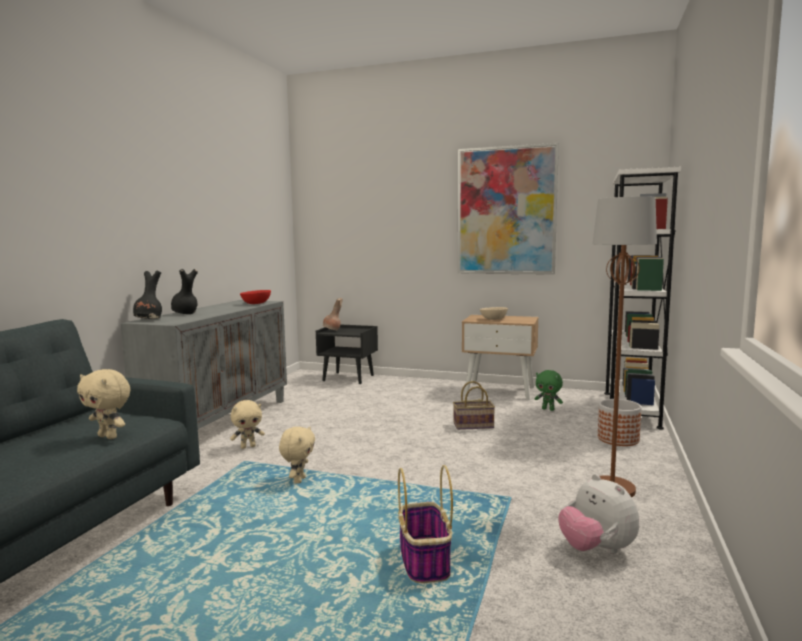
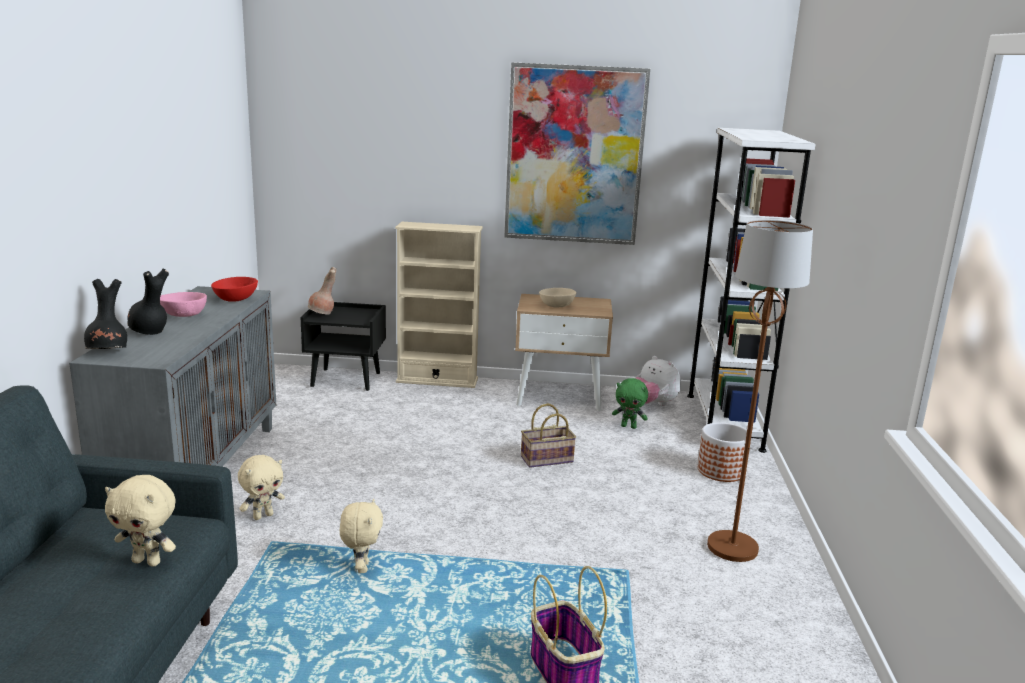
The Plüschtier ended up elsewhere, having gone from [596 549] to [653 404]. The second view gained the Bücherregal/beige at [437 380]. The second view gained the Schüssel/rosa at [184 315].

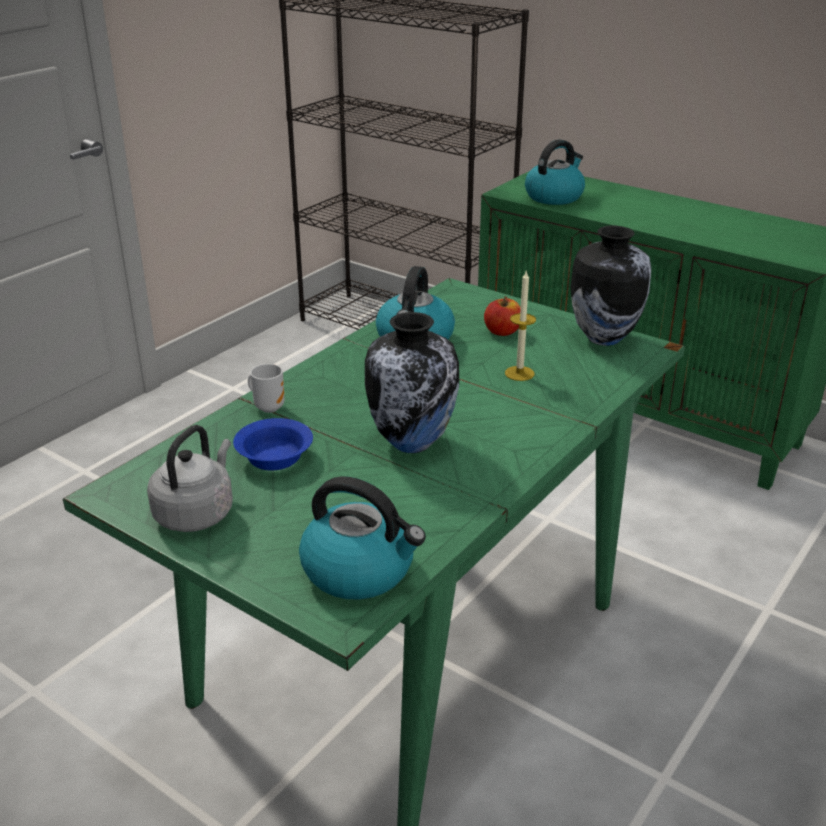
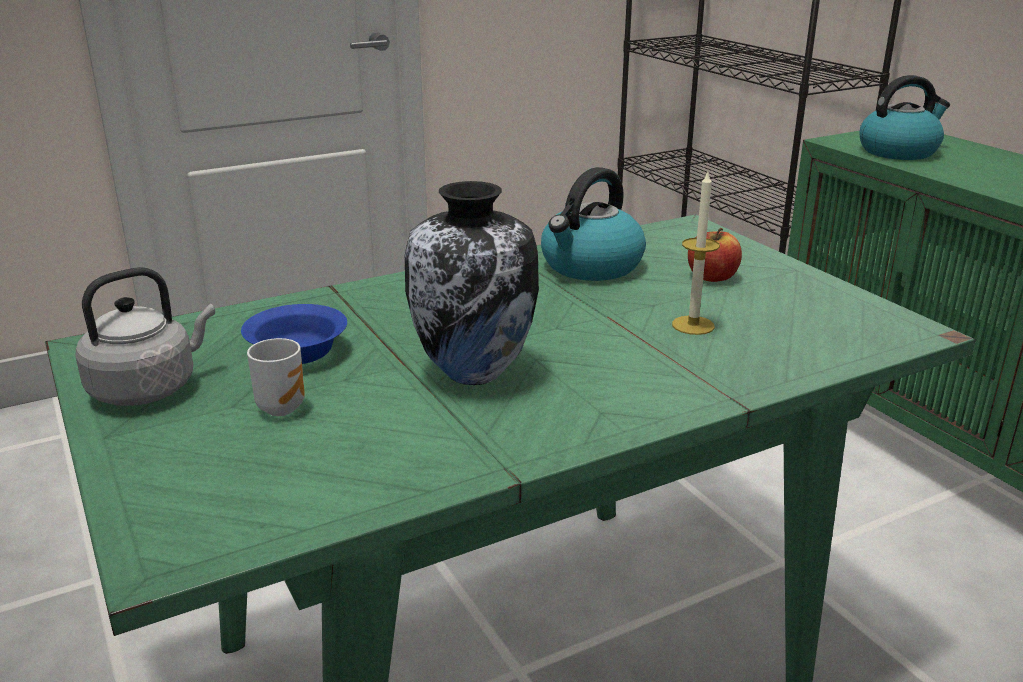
The second view lost the Vase at [603 338]. The Henkelbecher ended up elsewhere, having gone from [268 407] to [282 407]. The second view lost the Wasserkessel at [360 570].

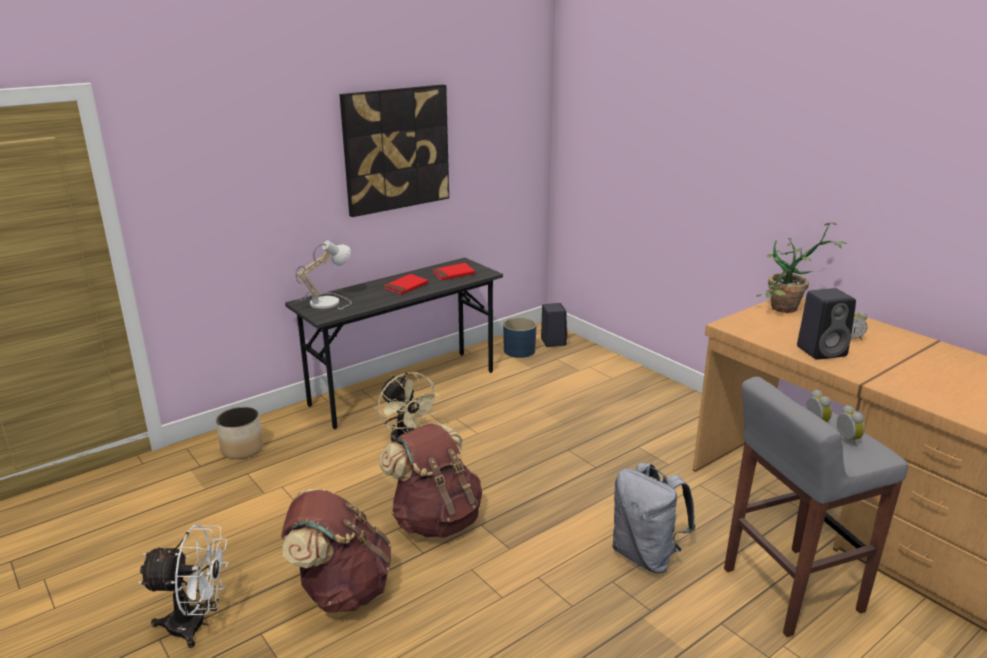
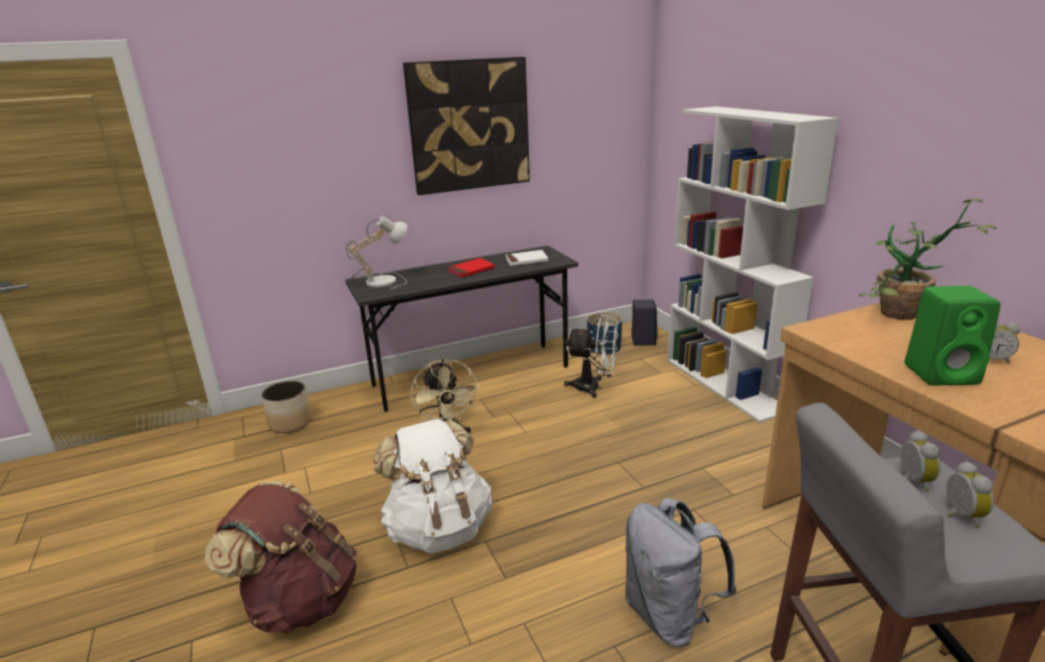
What was the Buch/rot at [453 274] turned into the Buch/weiß at [526 260]. What was the Lautsprecher/schwarz at [822 351] turned into the Lautsprecher/grün at [943 374]. What was the Rucksack/braun at [436 520] turned into the Rucksack/weiß at [438 528]. The Ventilator/weiß ended up elsewhere, having gone from [196 625] to [594 387]. The second view gained the Bücherregal/weiß at [725 384].

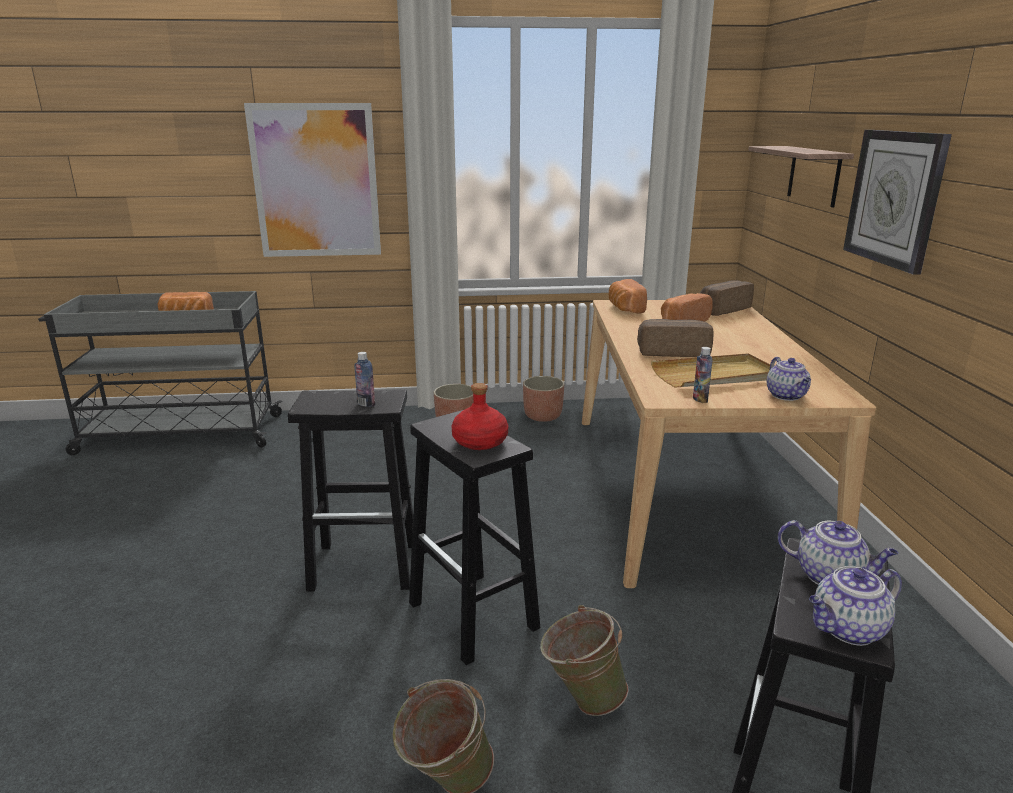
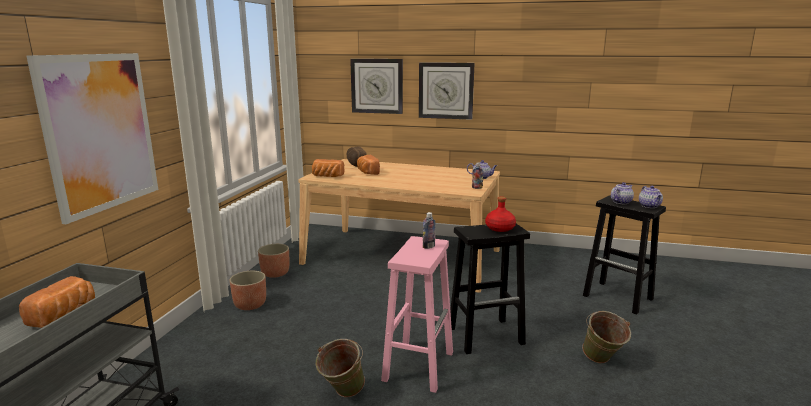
Where the Wandregal hung at [814 175], the Wanduhr came to hang at [377 86]. The second view lost the Brot at [673 352]. The second view lost the Tablett/beige at [715 376]. What was the Hocker/schwarz at [366 566] turned into the Hocker/rosa at [419 365]. The Eimer/grün ended up elsewhere, having gone from [581 698] to [342 395].

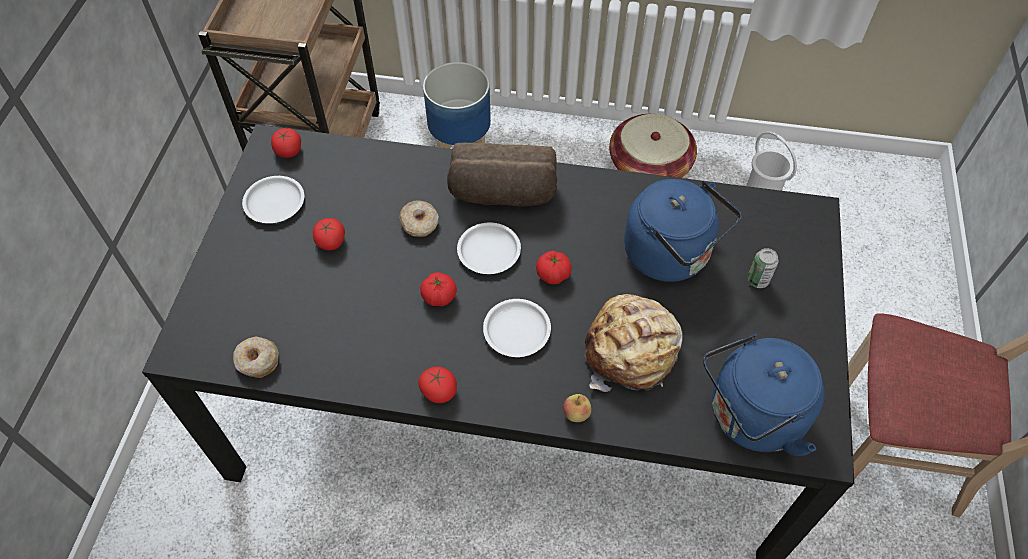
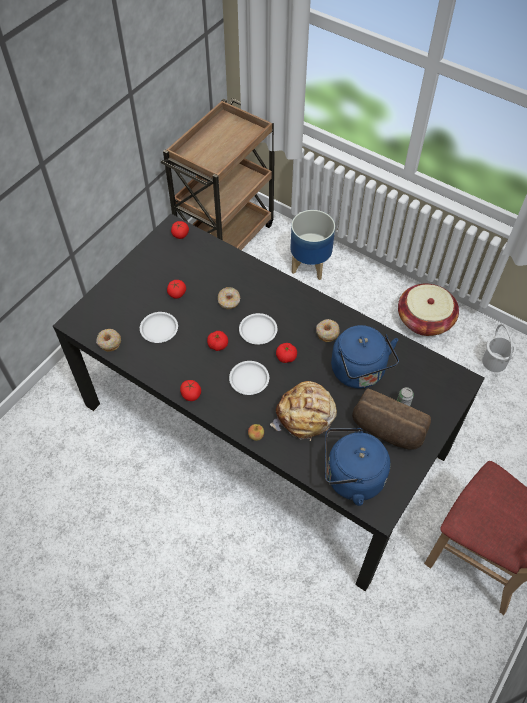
The Brot ended up elsewhere, having gone from [502 195] to [387 431]. The Teller/weiß ended up elsewhere, having gone from [275 203] to [159 329]. The second view gained the Donut at [327 333].

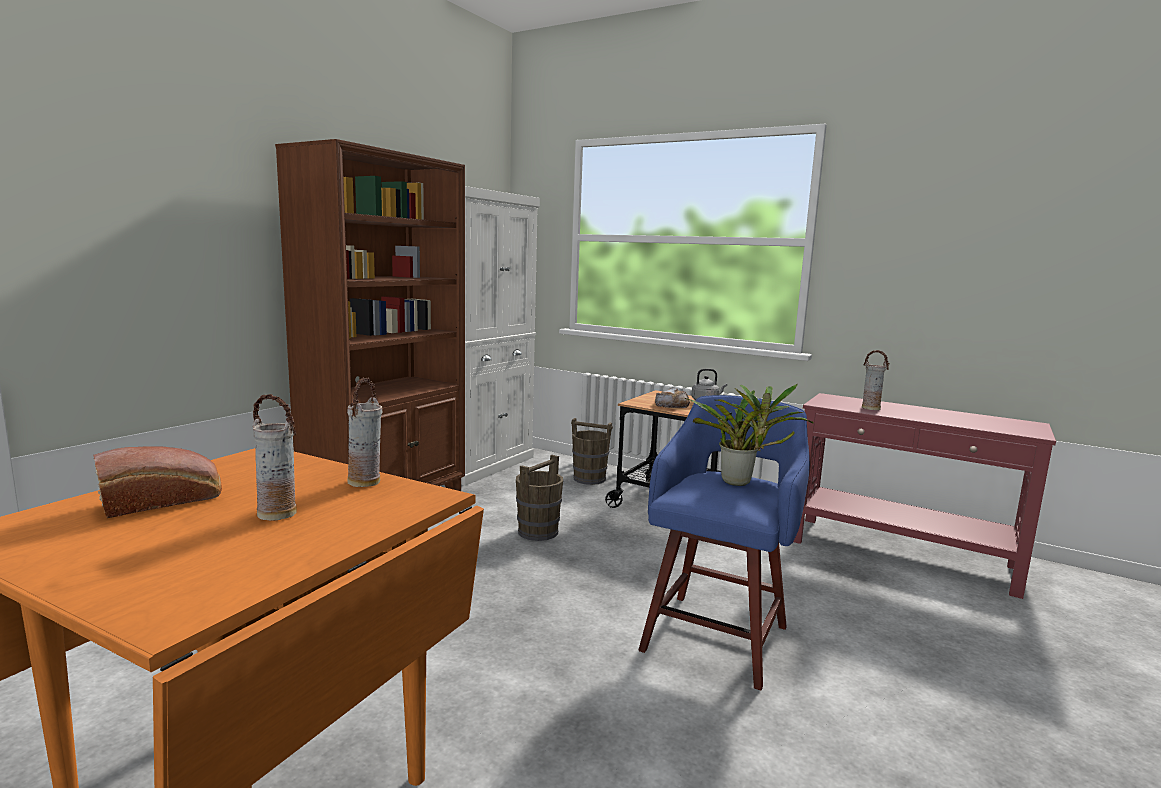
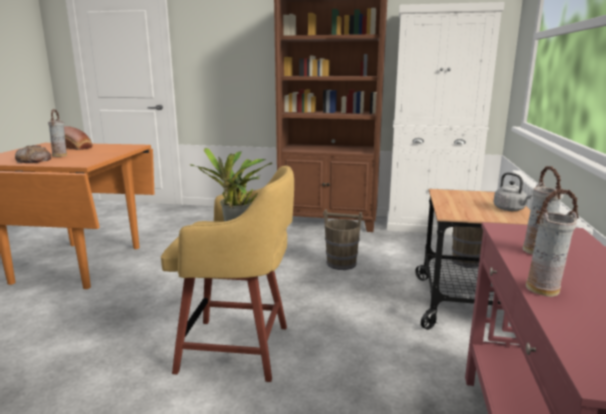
The Vase ended up elsewhere, having gone from [365 482] to [543 290]. The Brot ended up elsewhere, having gone from [672 405] to [34 160]. What was the Hocker/blau at [717 635] turned into the Hocker/gelb at [238 349].

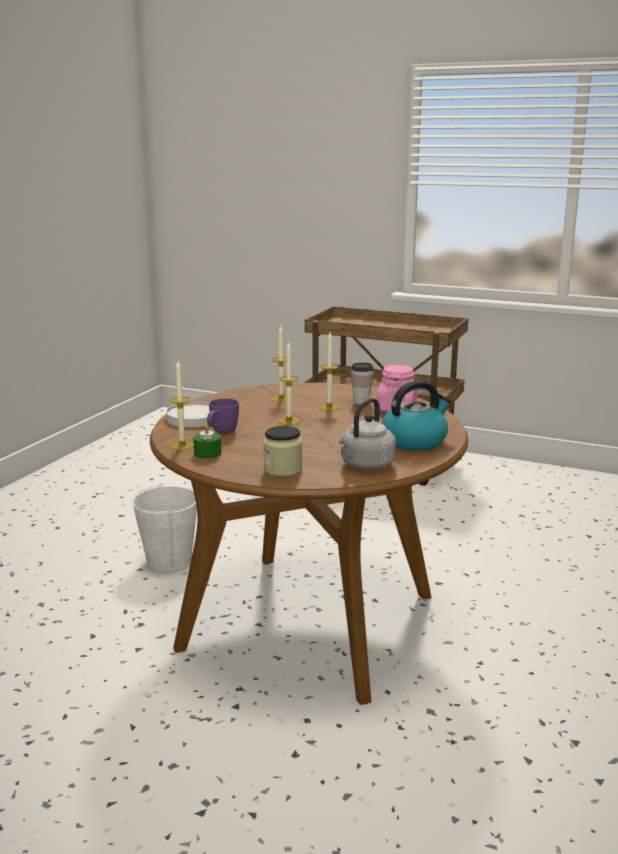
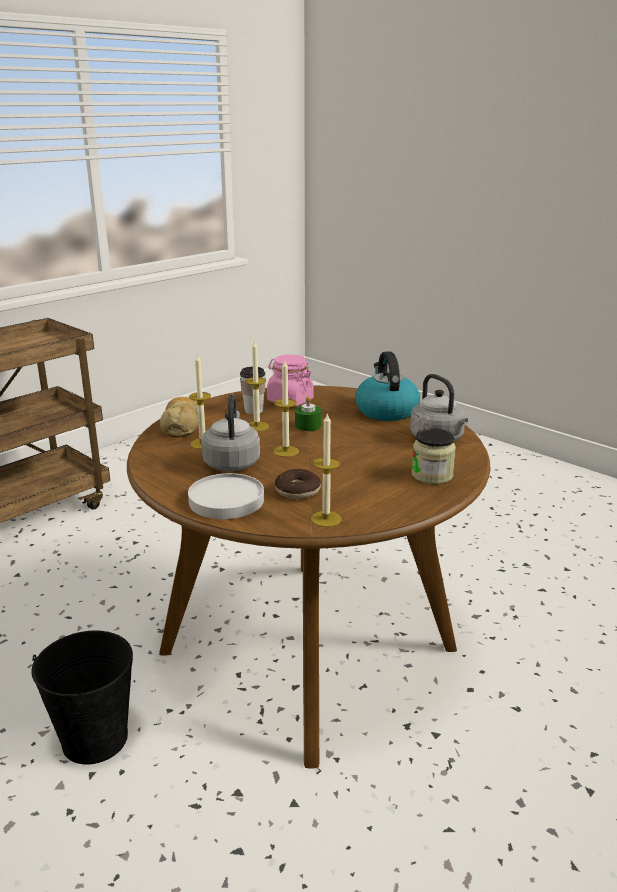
Where the Henkelbecher/lila stood at [221 433], the Donut came to stand at [297 491]. The Kerze/grün ended up elsewhere, having gone from [207 453] to [308 426]. What was the Eimer/weiß at [169 561] turned into the Eimer/schwarz at [95 738]. The second view gained the Wasserkessel/grau at [232 462]. The second view gained the Brot at [182 425].

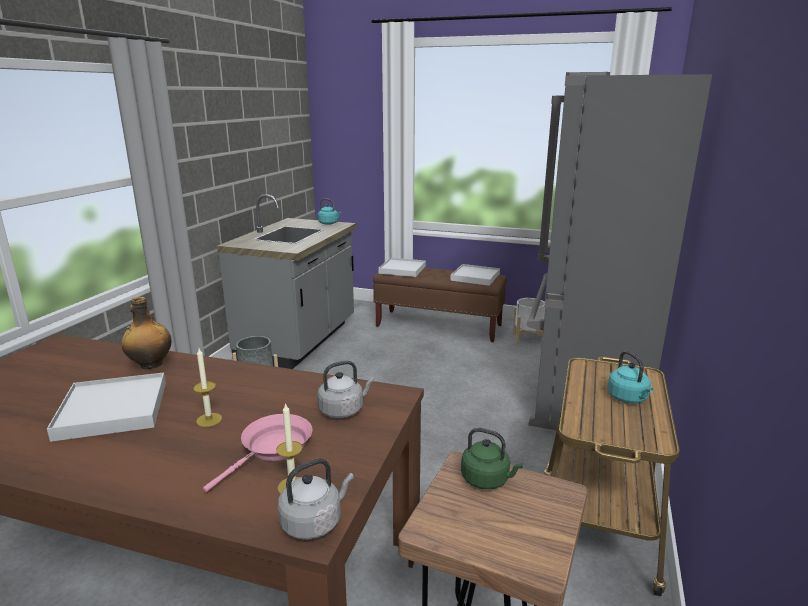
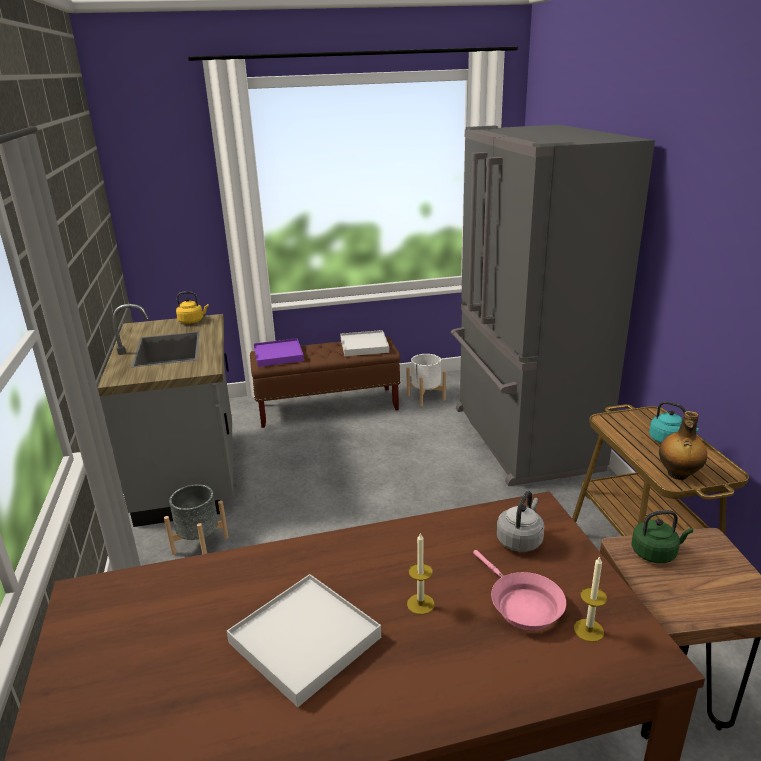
What was the Wasserkessel/türkis at [329 223] turned into the Wasserkessel/gelb at [192 321]. What was the Tablett/weiß at [402 269] turned into the Tablett/lila at [278 355]. The Flasche ended up elsewhere, having gone from [150 365] to [678 474]. The Pfanne/rosa at [273 449] ended up facing another way, 150 degrees clockwise from before. The second view lost the Wasserkessel/grau at [314 522].

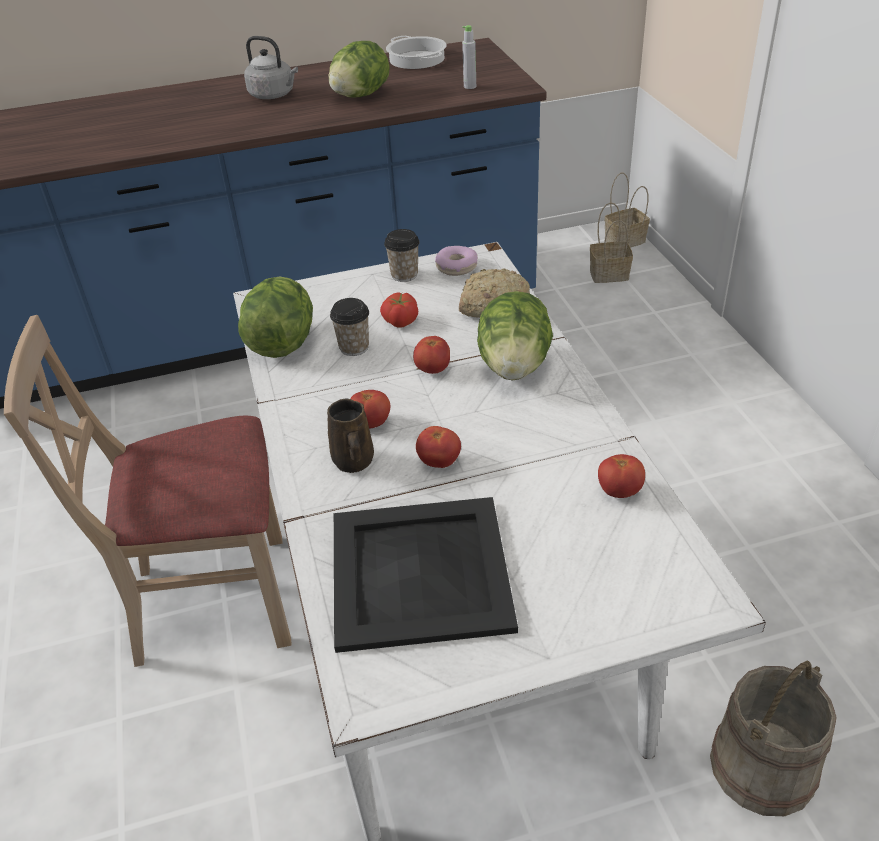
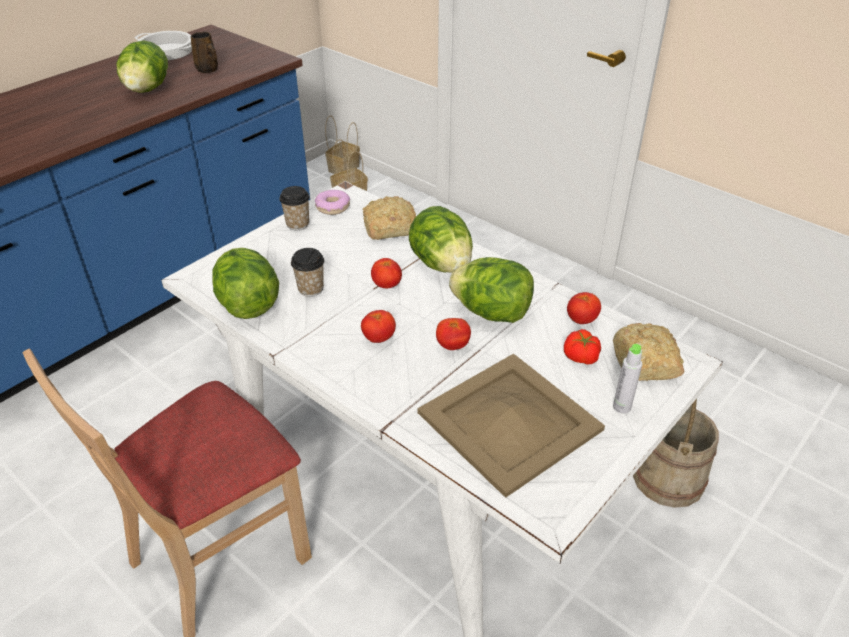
The Flasche/grau ended up elsewhere, having gone from [470 86] to [621 407]. The second view lost the Wasserkessel/grau at [274 95]. The Tomate ended up elsewhere, having gone from [400 321] to [580 357]. The Henkelbecher/braun ended up elsewhere, having gone from [353 462] to [208 70]. What was the Tablett/schwarz at [421 573] turned into the Tablett/beige at [511 421]. The second view gained the Salatkopf at [492 313]. The second view gained the Brot at [644 364].

